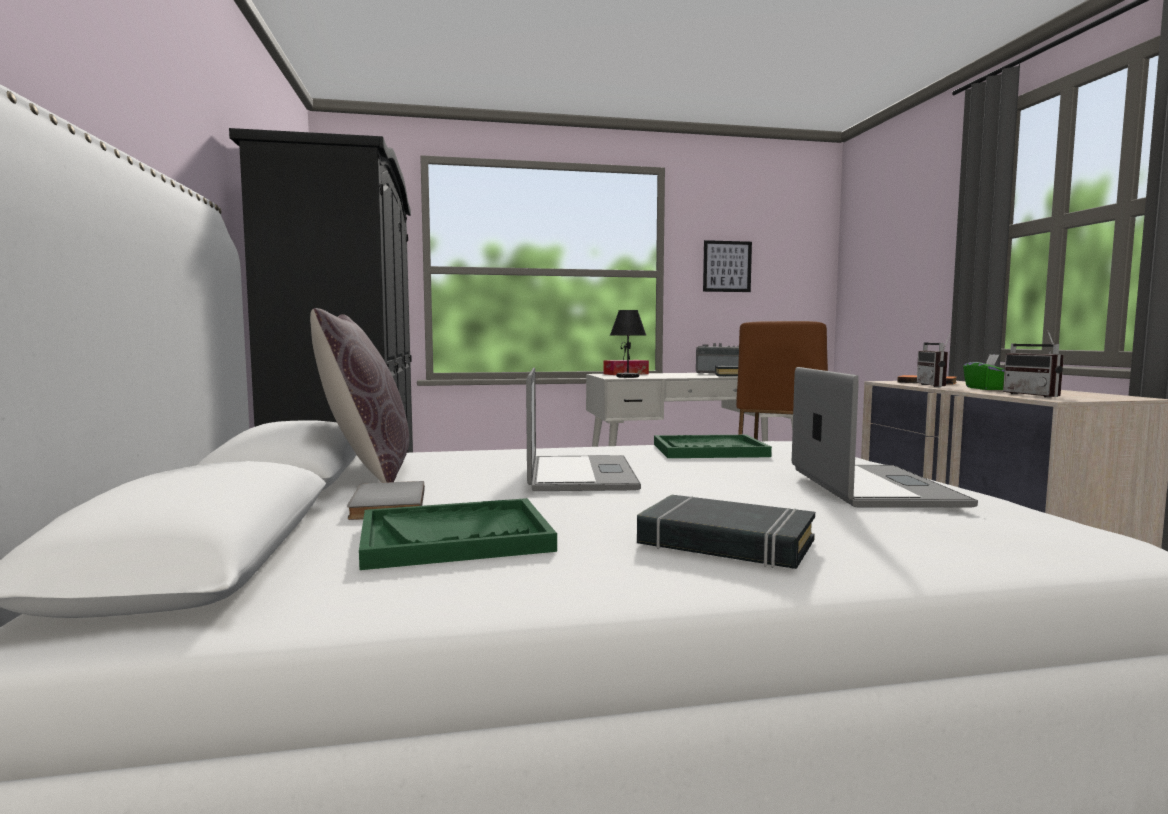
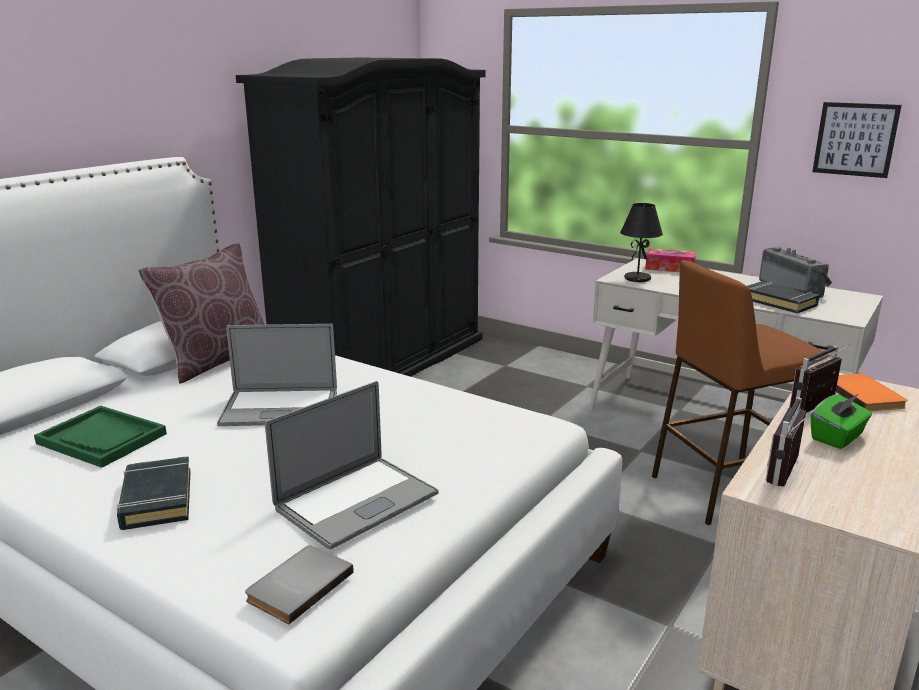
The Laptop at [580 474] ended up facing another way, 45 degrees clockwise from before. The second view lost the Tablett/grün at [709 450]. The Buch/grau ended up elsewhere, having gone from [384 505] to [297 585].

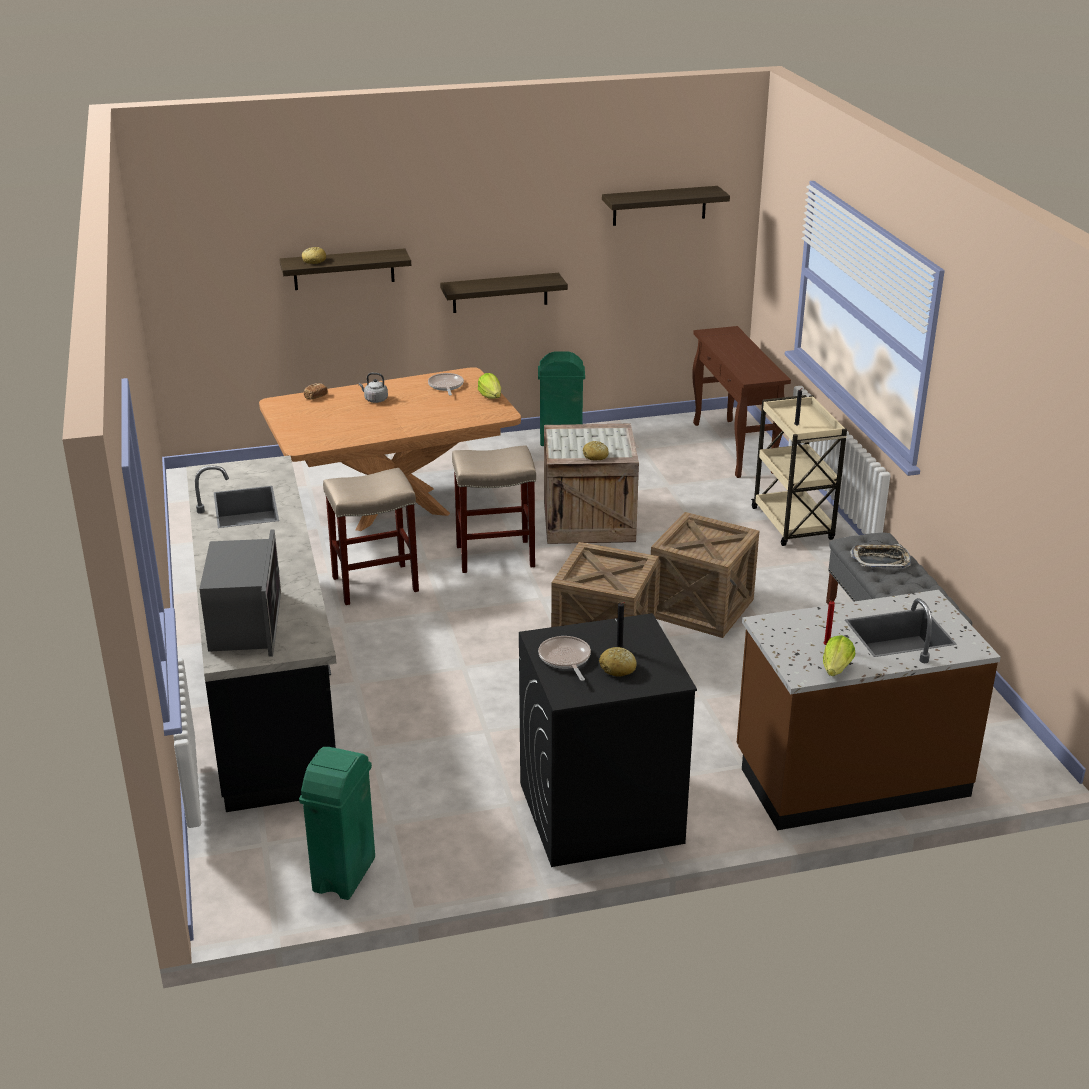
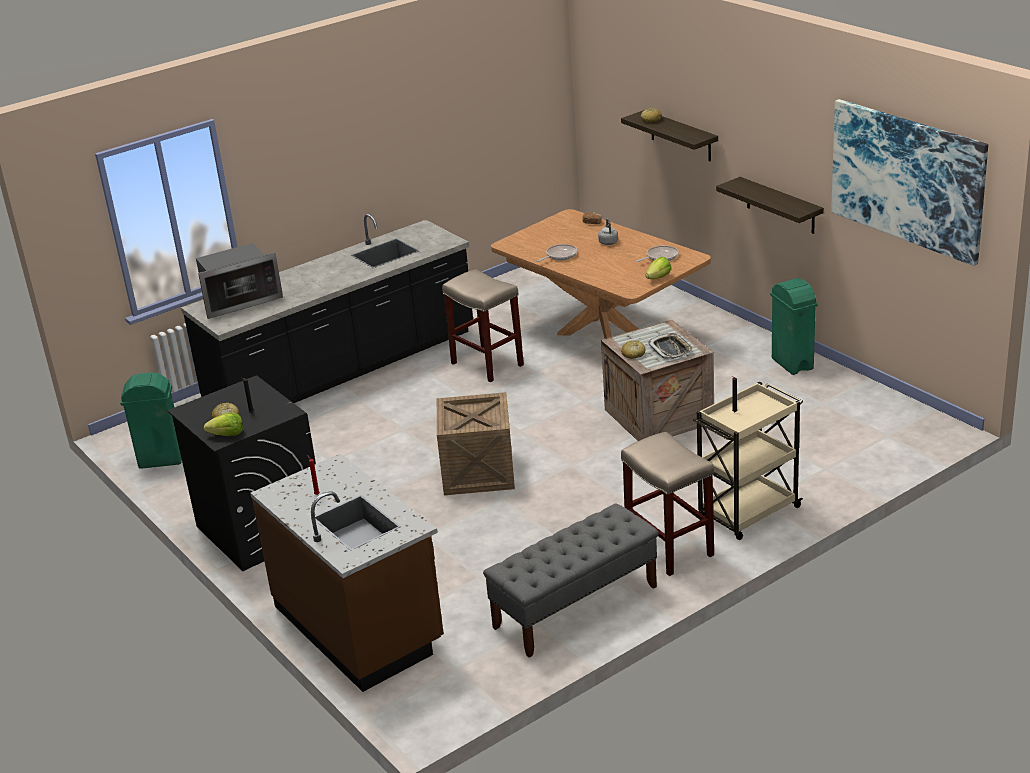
Where the Wandregal hung at [659 205], the Bild came to hang at [907 179]. The second view lost the Konsolentisch/braun at [734 448]. The Hocker/beige ended up elsewhere, having gone from [494 556] to [668 548]. The second view lost the Kiste at [701 607]. The Tablett ended up elsewhere, having gone from [880 560] to [670 349]. The Salatkopf ended up elsewhere, having gone from [836 669] to [227 435]. The Pfanne ended up elsewhere, having gone from [565 659] to [560 255].

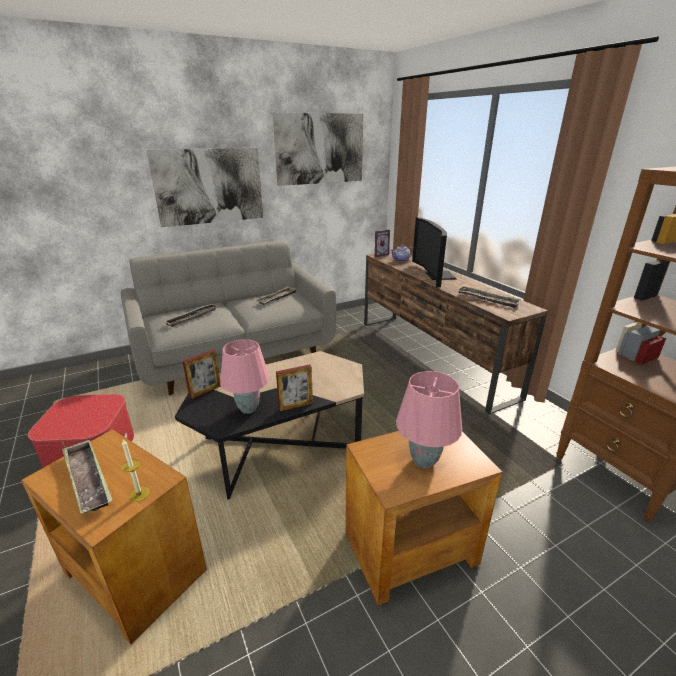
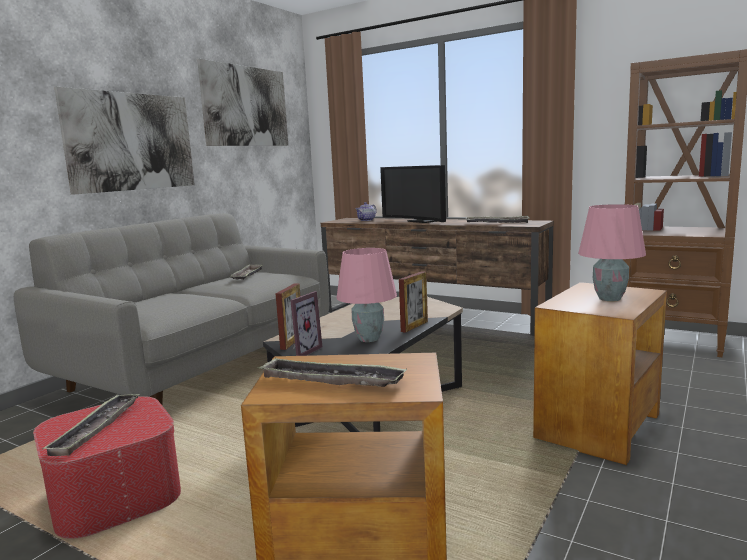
The Bilderrahmen ended up elsewhere, having gone from [379 255] to [301 351]. The Tablett ended up elsewhere, having gone from [192 317] to [96 428]. The second view lost the Kerze at [139 494].

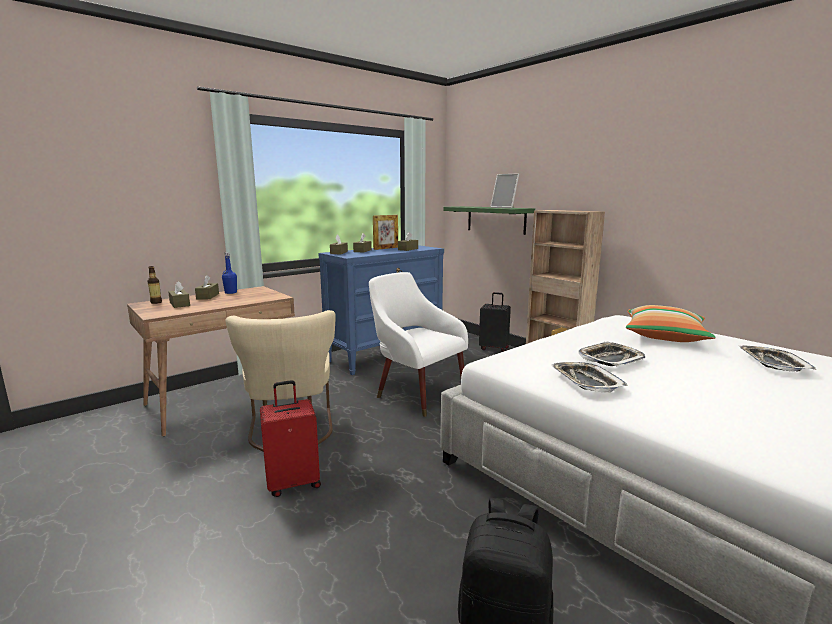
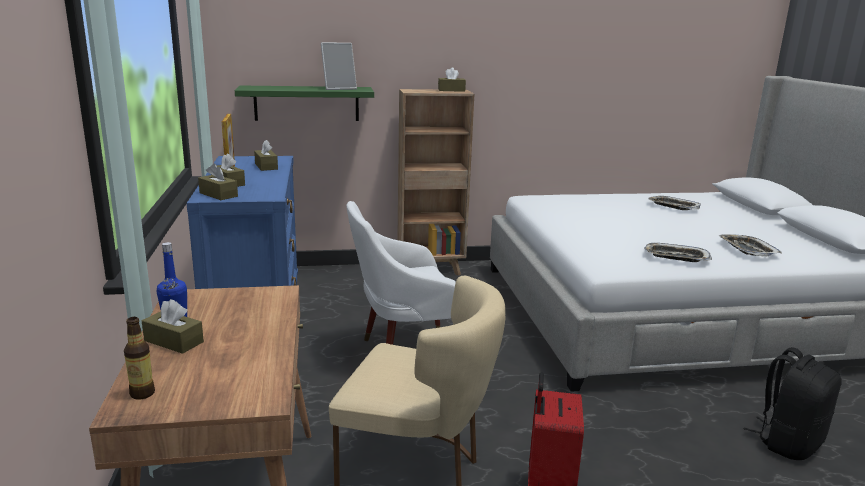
The Taschentuchbox/braun ended up elsewhere, having gone from [179 304] to [451 90]. The second view lost the Koffer/schwarz at [494 348]. The second view lost the Kissen at [664 336]. The Tablett ended up elsewhere, having gone from [610 359] to [747 249].

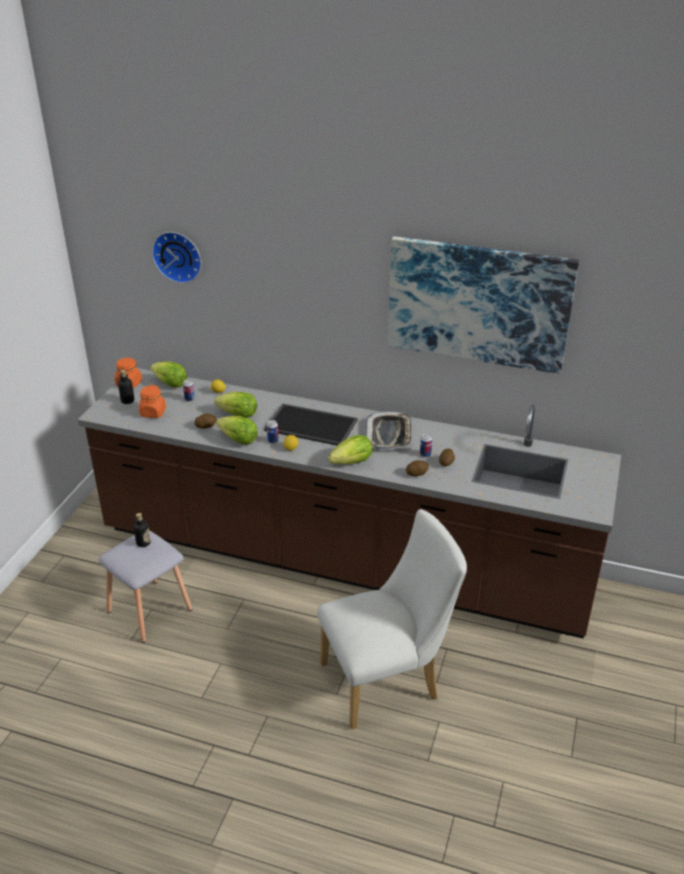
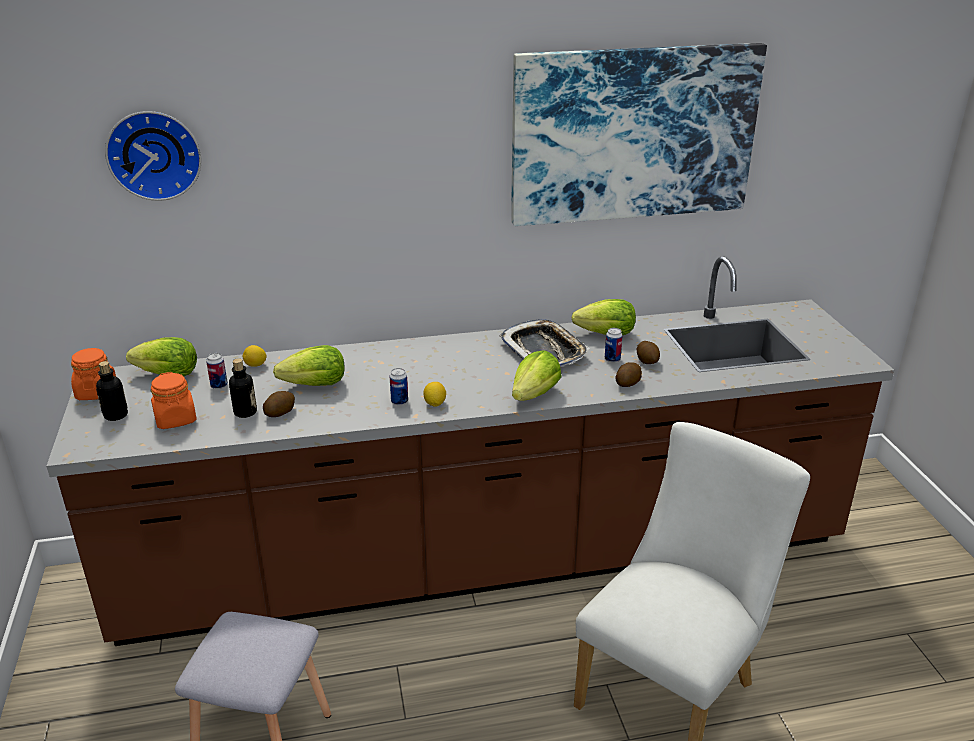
The second view lost the Tablett at [312 425]. The Salatkopf ended up elsewhere, having gone from [238 440] to [606 334]. The Flasche ended up elsewhere, having gone from [143 543] to [245 412].

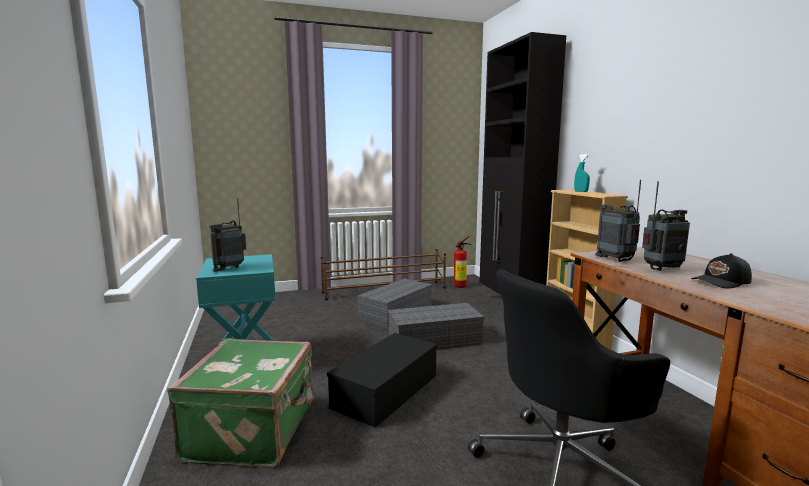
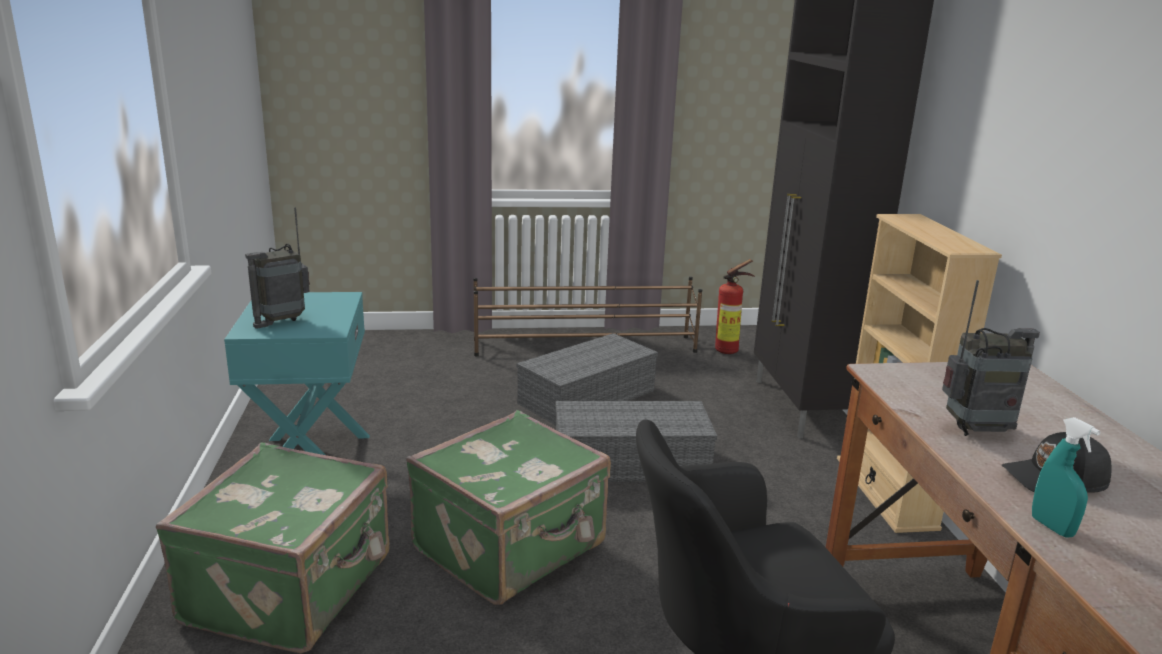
The Sprühflasche/türkis ended up elsewhere, having gone from [581 191] to [1052 527]. The second view lost the Radio at [616 260]. Where the Aufbewahrungsbox/schwarz stood at [386 390], the Koffer/grün came to stand at [512 548].

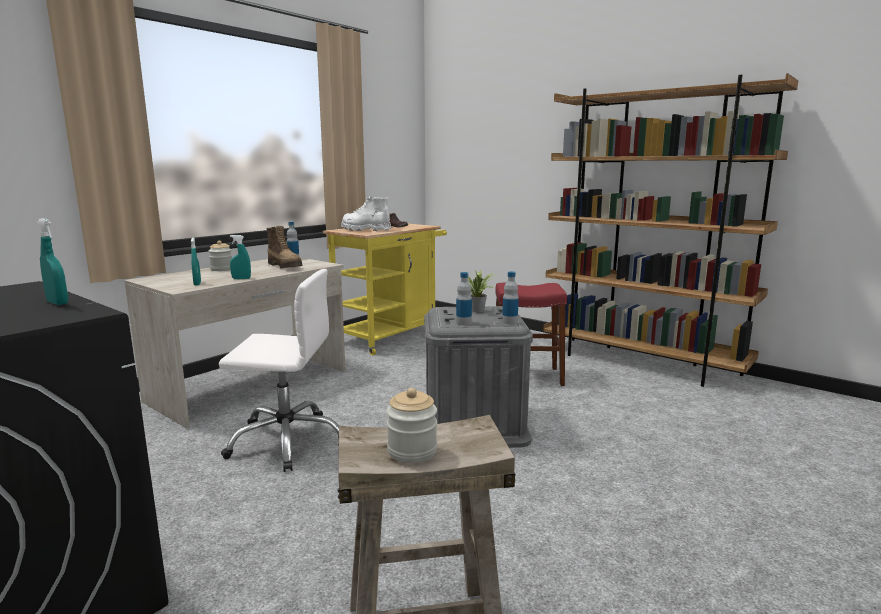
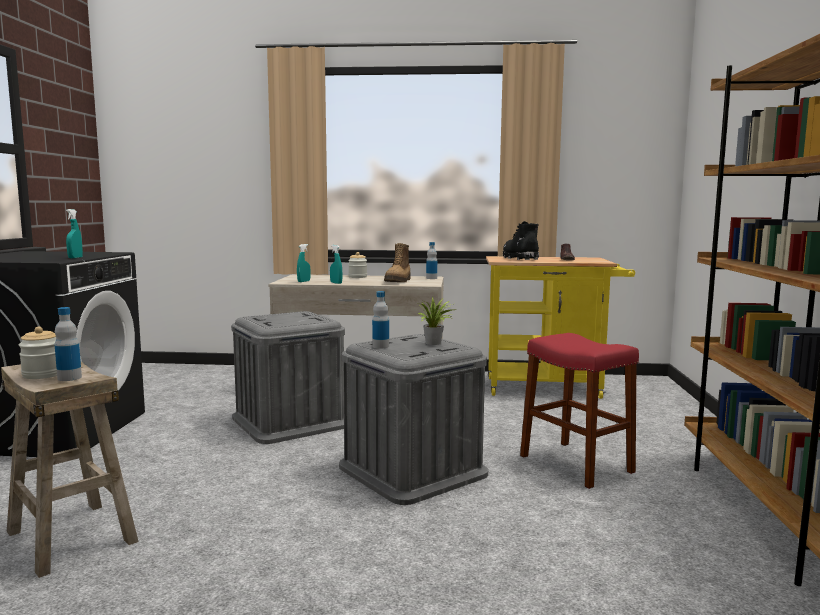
What was the Stiefel/weiß at [366 230] turned into the Stiefel/schwarz at [520 259]. Where the Bürostuhl/weiß stood at [287 440], the Aufbewahrungsbox/grau came to stand at [290 421]. The Flasche ended up elsewhere, having gone from [509 322] to [69 378].

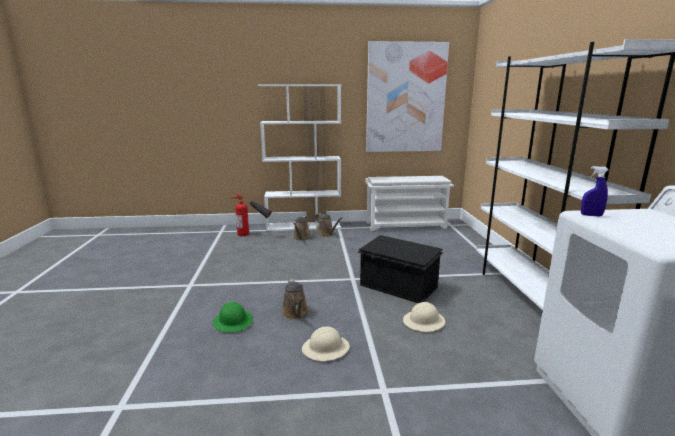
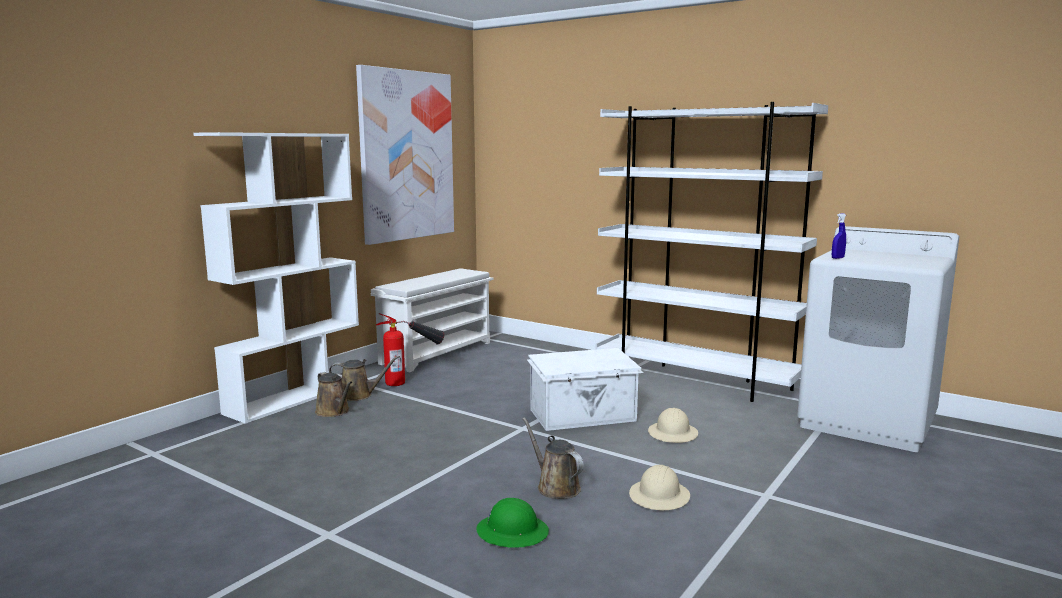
The Feuerlöscher ended up elsewhere, having gone from [253 235] to [412 380]. What was the Aufbewahrungsbox/schwarz at [398 287] turned into the Aufbewahrungsbox/weiß at [583 416]. The Gießkanne/braun at [295 314] ended up facing another way, 150 degrees counterclockwise from before.

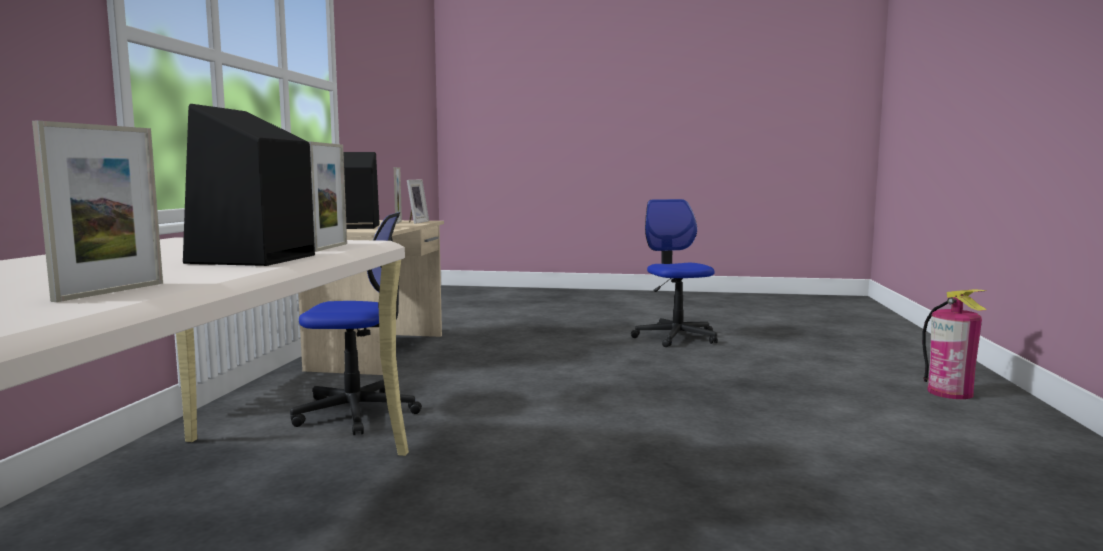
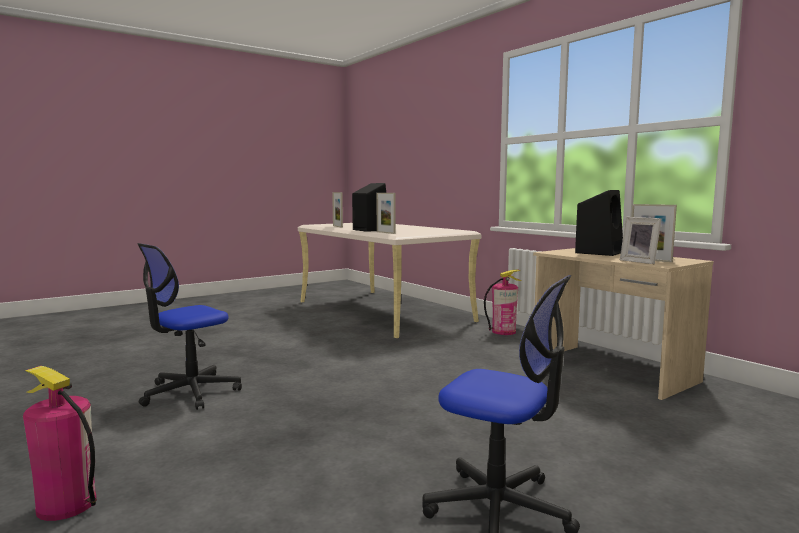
The Bürostuhl ended up elsewhere, having gone from [357 413] to [190 392]. The second view gained the Feuerlöscher at [503 331].

